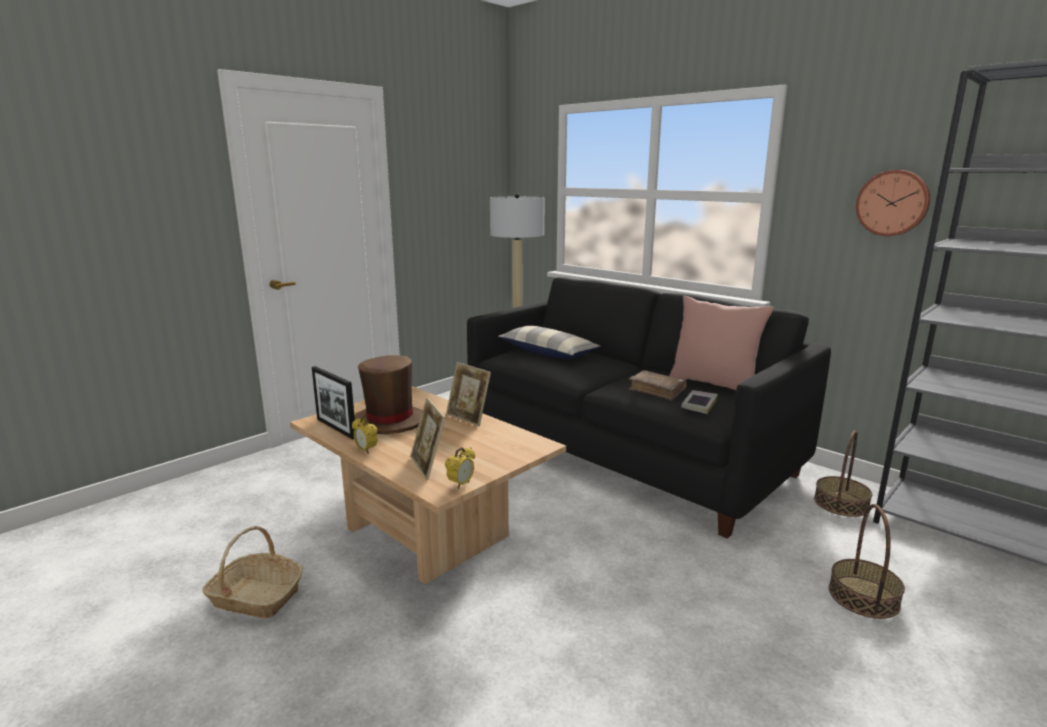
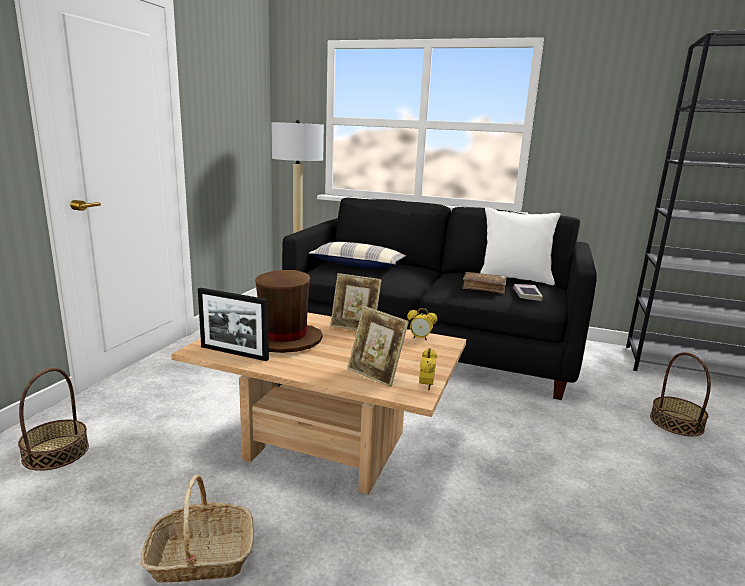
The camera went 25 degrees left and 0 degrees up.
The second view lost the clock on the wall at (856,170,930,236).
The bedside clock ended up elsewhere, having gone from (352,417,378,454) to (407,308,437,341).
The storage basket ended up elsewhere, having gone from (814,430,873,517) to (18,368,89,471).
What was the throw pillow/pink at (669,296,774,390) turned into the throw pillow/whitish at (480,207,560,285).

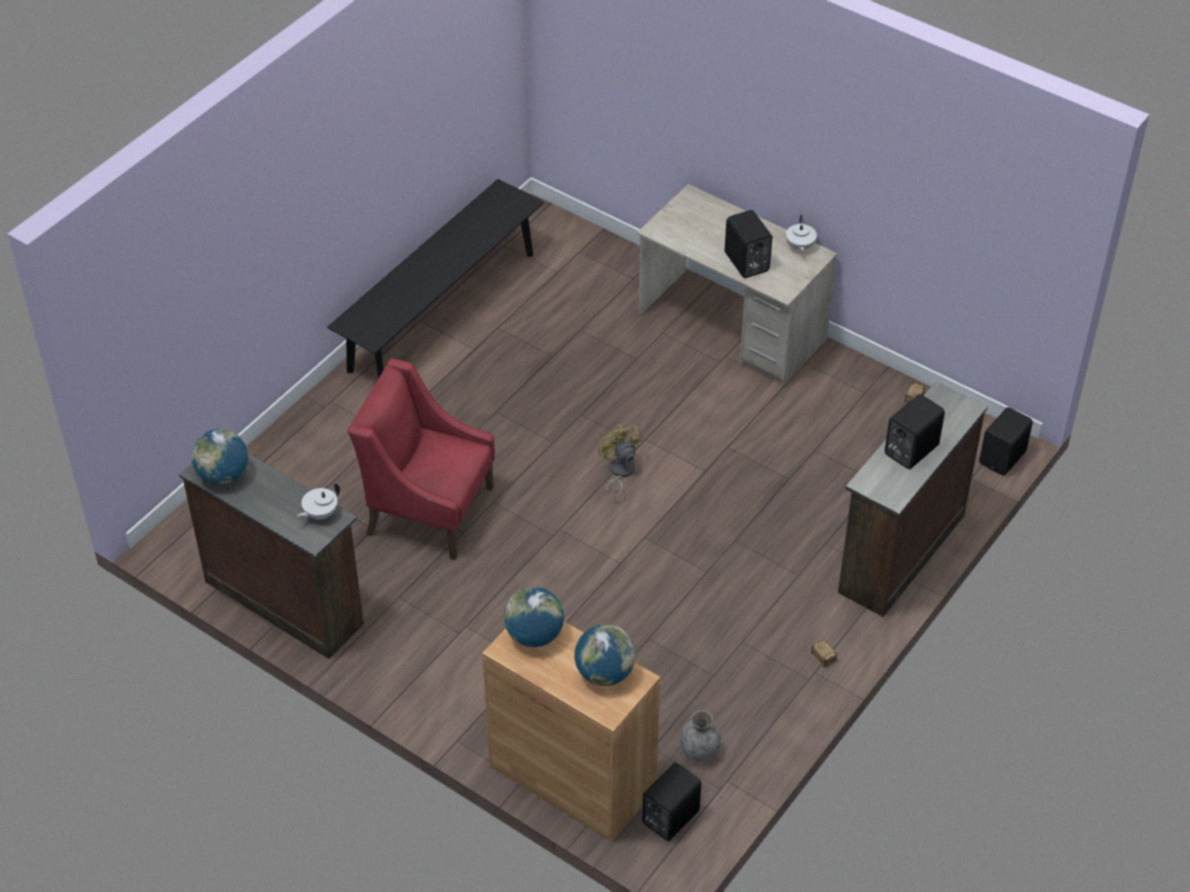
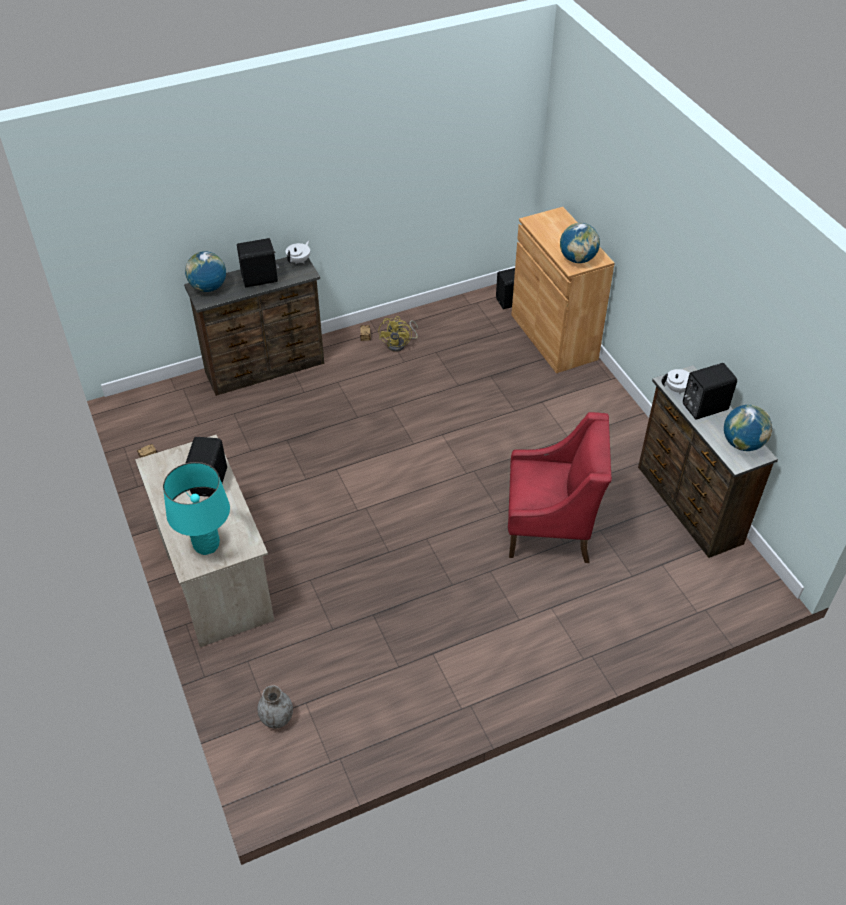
The camera went 150 degrees left and 0 degrees up.
The second view lost the long seat/black at (327,179,544,379).
The second view gained the lamp for a table/turquoise-coloured at (163,462,230,555).
The globe ended up elsewhere, having gone from (574,625,636,686) to (185,251,226,292).
The electric fan/yellow-coloured ended up elsewhere, having gone from (598,425,642,503) to (378,316,418,352).
The decorative vase/greyish ended up elsewhere, having gone from (680,711,721,762) to (257,685,293,728).
The pot for tea/whitish ended up elsewhere, having gone from (786,215,817,252) to (286,241,310,264).
The loudspeaker/black ended up elsewhere, having gone from (979,407,1033,476) to (683,363,737,419).
The armchair/reddish at (347,359,495,560) ended up facing another way, 45 degrees counterclockwise from before.

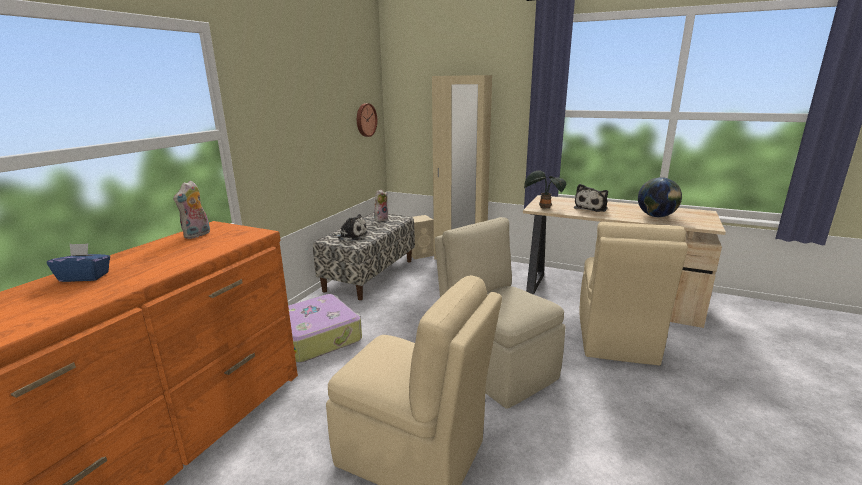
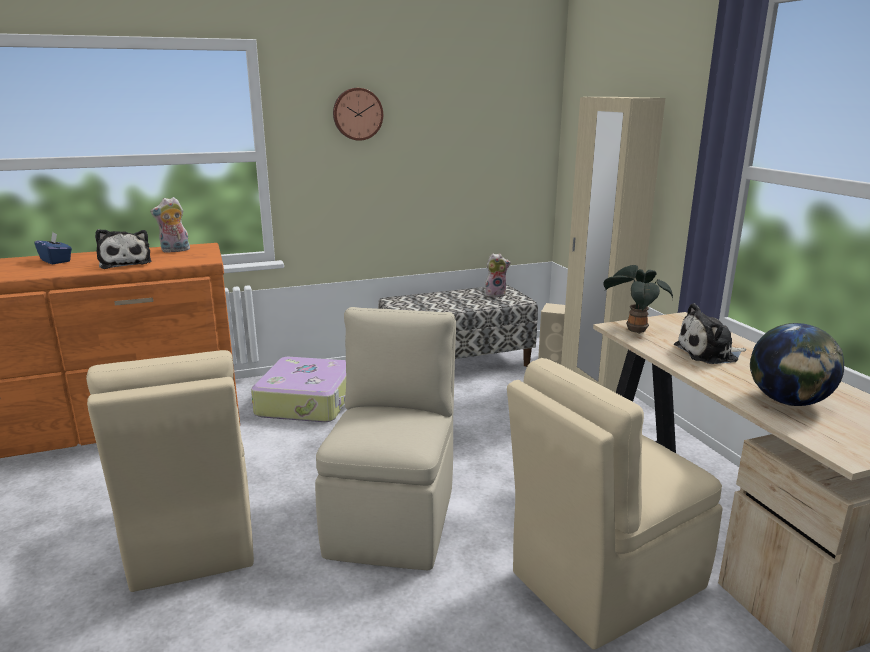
The camera went 45 degrees right and 0 degrees up.
The plush toy ended up elsewhere, having gone from (333,214,368,241) to (95,229,152,269).
The clock on the wall ended up elsewhere, having gone from (357,103,377,137) to (333,88,383,141).

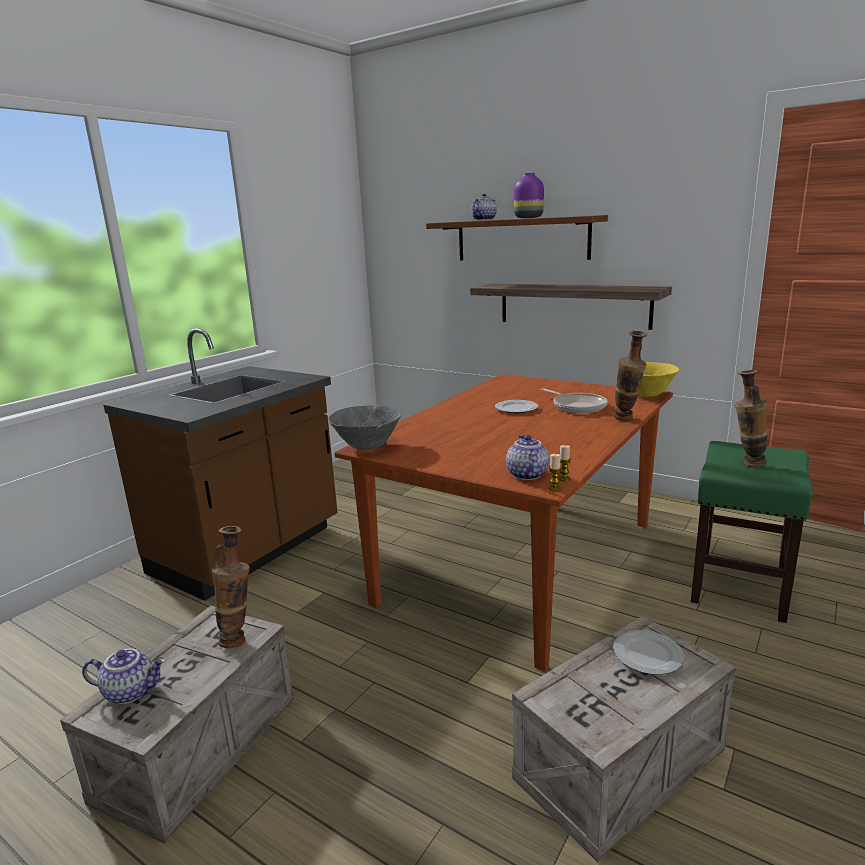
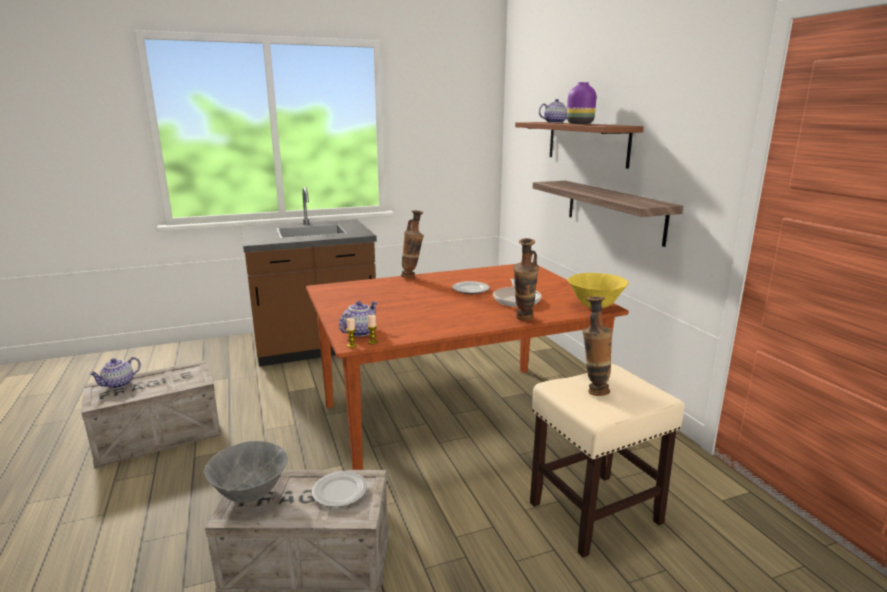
The camera went 35 degrees right and 0 degrees up.
The decorative vase ended up elsewhere, having gone from (212,526,250,648) to (401,210,424,279).
The deep dish/greyish ended up elsewhere, having gone from (328,405,402,450) to (204,441,288,503).
What was the stool/greenish at (691,441,813,623) turned into the stool/beige-coloured at (530,364,685,558).
The pot for tea at (82,649,166,704) ended up facing another way, 90 degrees clockwise from before.

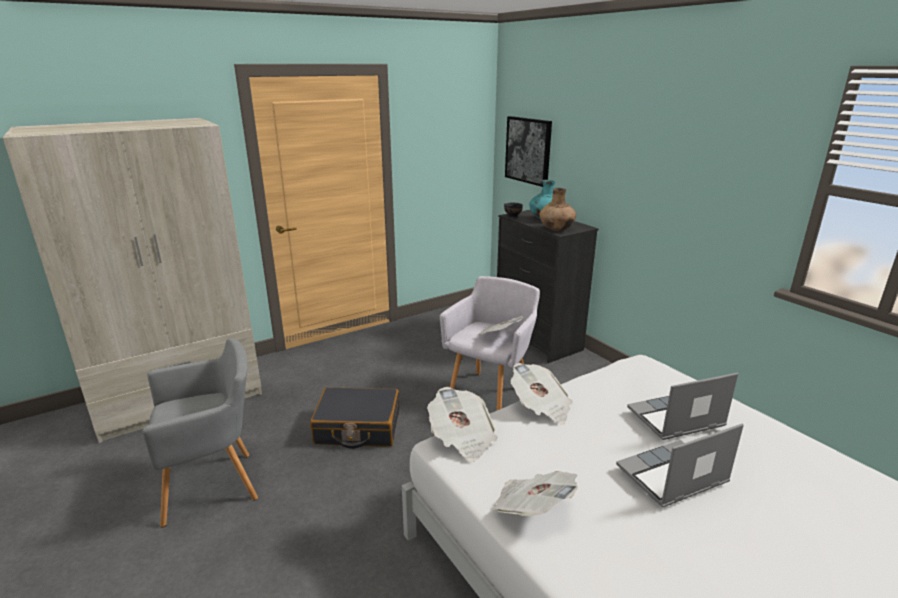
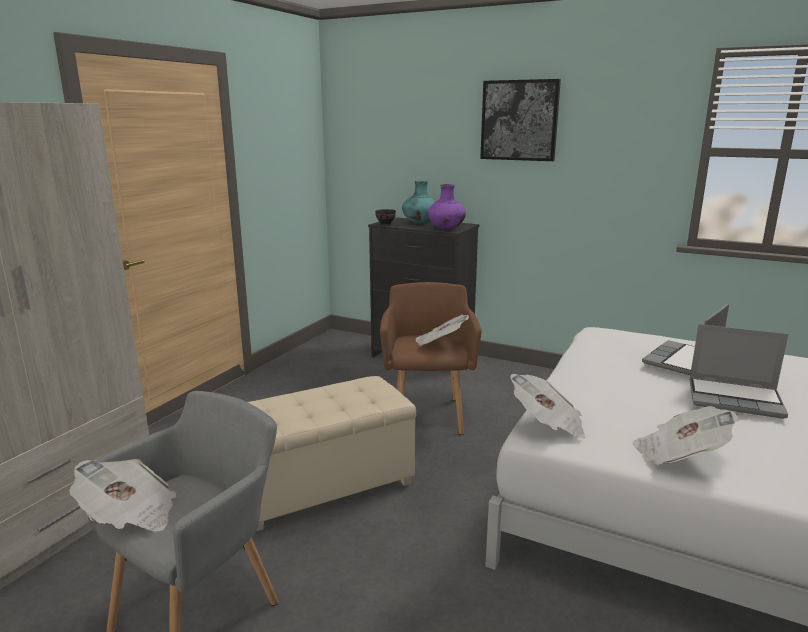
The camera went 30 degrees left and 5 degrees down.
The wall picture ended up elsewhere, having gone from (505,116,552,187) to (480,79,561,161).
The printed paper ended up elsewhere, having gone from (510,363,573,425) to (69,459,176,532).
Where the piece of luggage/black stood at (310,387,399,449), the ottoman/beige-coloured came to stand at (248,376,416,531).
What was the armchair/greyish at (440,276,540,410) turned into the armchair/brown at (380,282,482,435).
What was the decorative vase/brown at (539,188,576,231) turned into the decorative vase/purple at (428,184,466,230).
The notebook computer at (616,423,744,508) ended up facing another way, 105 degrees counterclockwise from before.

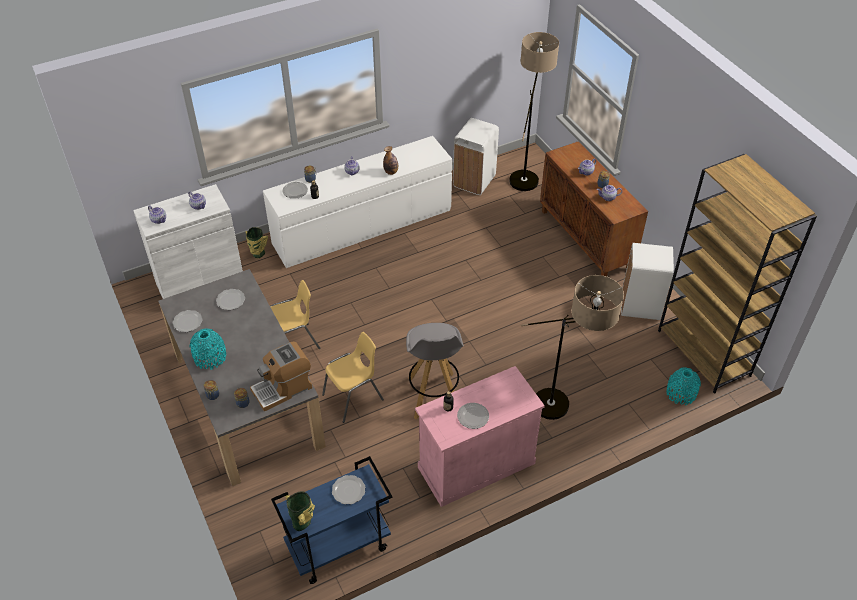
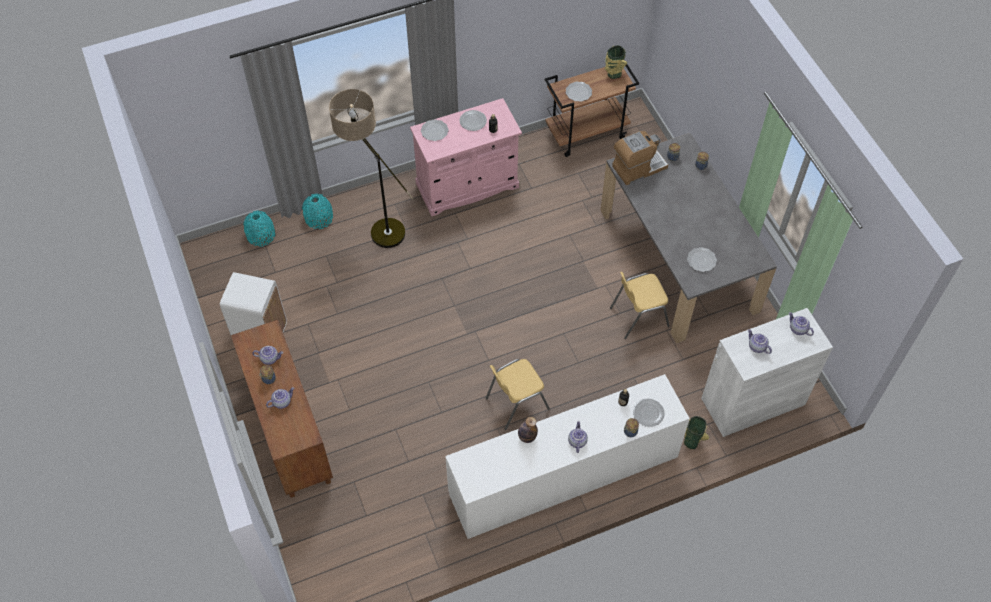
The camera went 175 degrees left and 10 degrees up.
The second view lost the stool/greyish at (406,323,464,420).
The second view lost the trash can/whitish at (453,118,499,195).
The second view lost the floor lamp at (509,32,559,191).
The second view lost the bookcase/brown at (658,154,817,394).
The flat dish ended up elsewhere, having gone from (173,310,203,332) to (421,119,449,141).
The decorative vase/turquoise-coloured ended up elsewhere, having gone from (189,329,226,370) to (302,194,333,229).
The plain chair/yellow-coloured ended up elsewhere, having gone from (322,332,384,423) to (486,359,550,430).
What was the wheeled cart/blue-coloured at (271,456,392,584) turned into the wheeled cart/brown at (545,64,639,157).

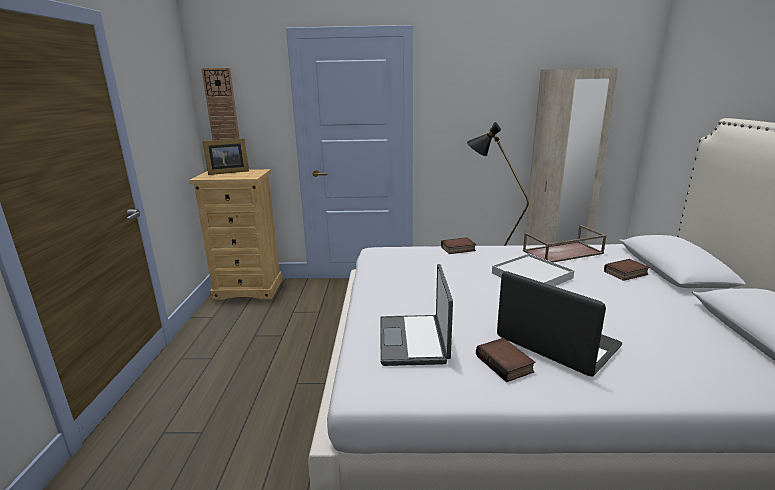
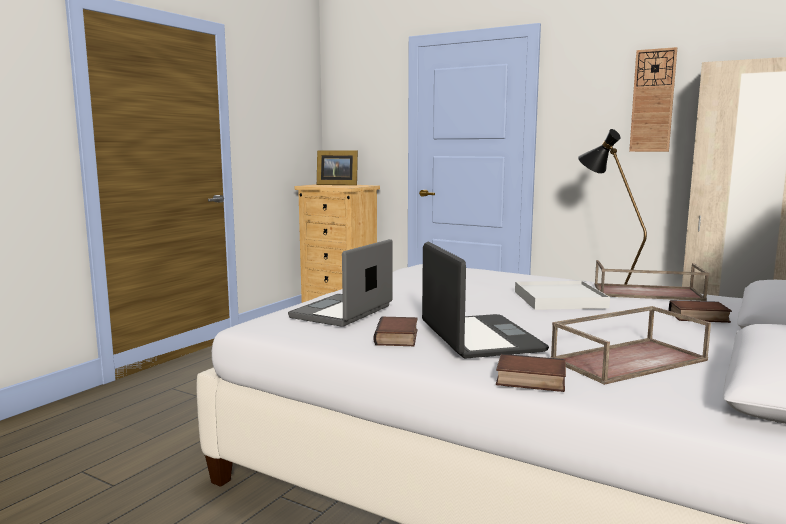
The camera went 30 degrees right and 10 degrees down.
The second view gained the serving tray/brown at (550,306,711,385).
The clock on the wall ended up elsewhere, having gone from (201,68,240,140) to (629,47,677,152).
The book ended up elsewhere, having gone from (441,237,476,254) to (496,354,566,392).

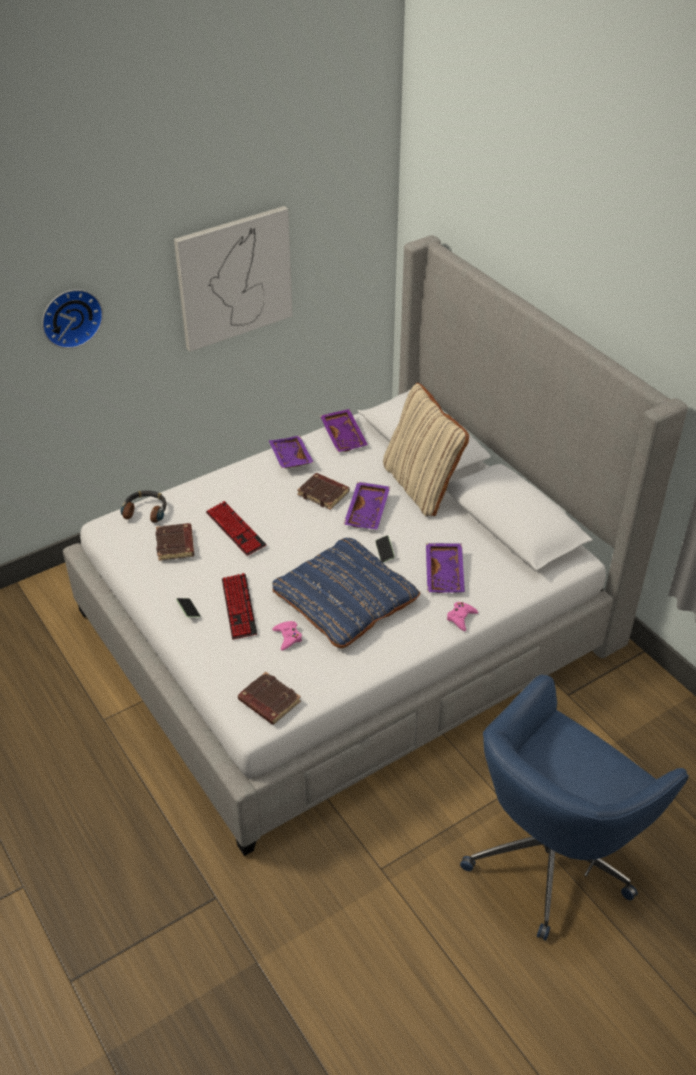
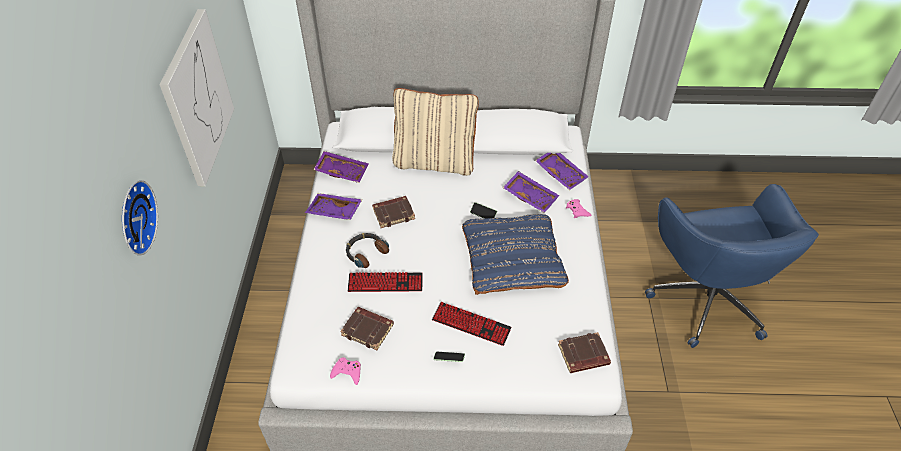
The camera went 55 degrees left and 5 degrees up.
The pair of headphones ended up elsewhere, having gone from (121,490,166,523) to (346,233,389,268).
The game controller/pink ended up elsewhere, having gone from (272,621,302,651) to (330,357,361,385).
The serving tray/purple ended up elsewhere, having gone from (344,482,390,529) to (535,153,589,190).

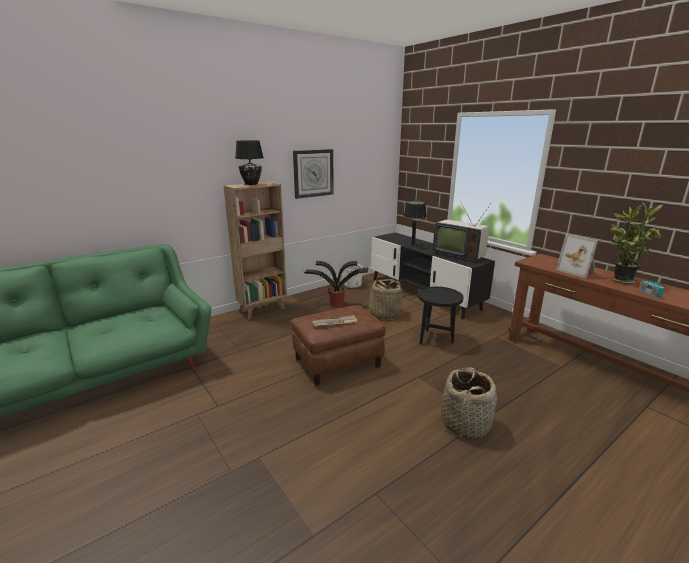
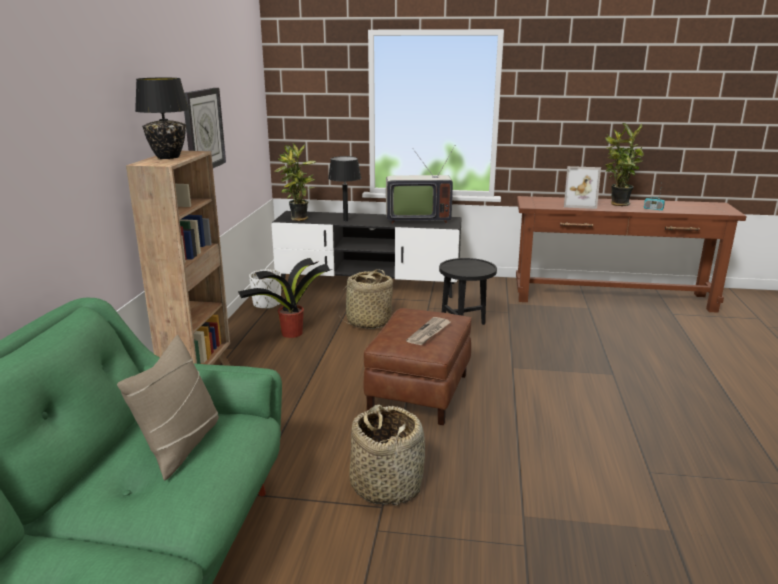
The camera went 45 degrees left and 0 degrees up.
The second view gained the throw pillow/beige-coloured at (117,335,219,480).
The second view gained the potted plant at (275,144,316,221).
The storage basket ended up elsewhere, having gone from (441,367,497,440) to (349,405,425,506).

